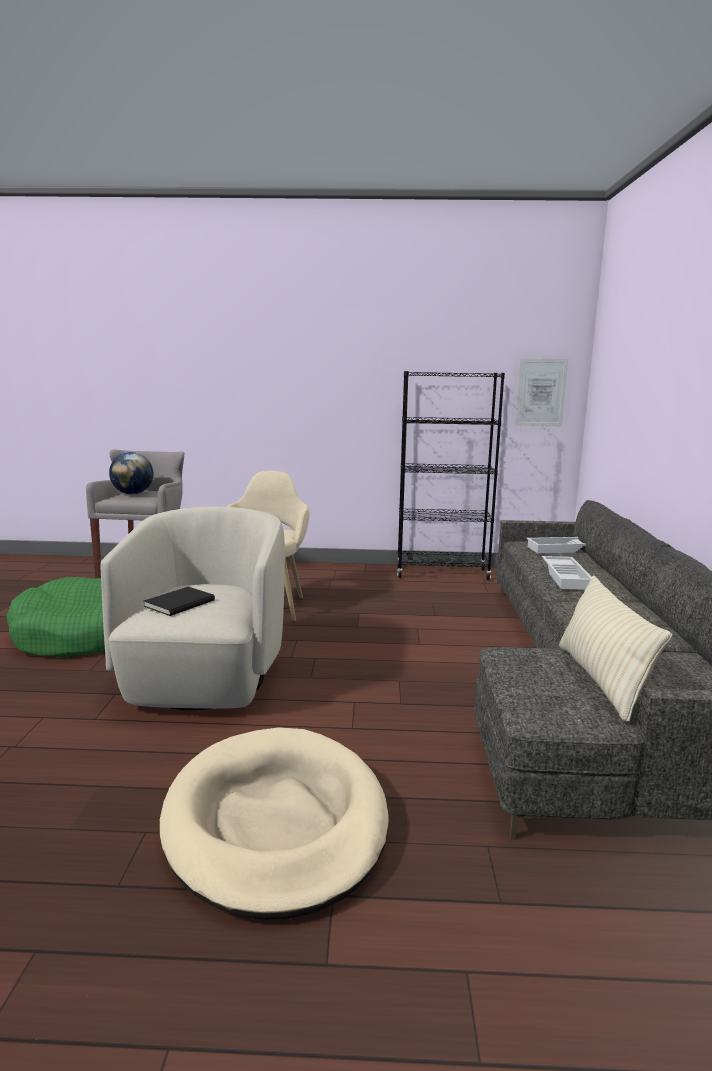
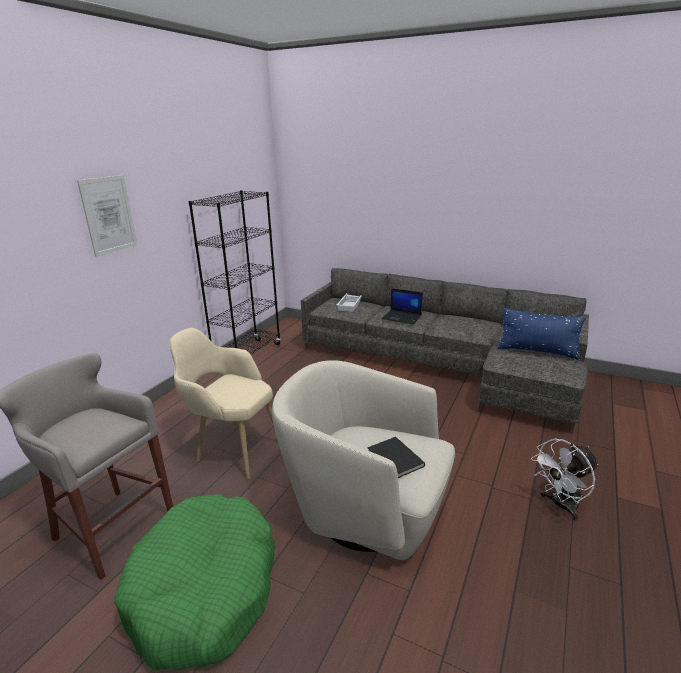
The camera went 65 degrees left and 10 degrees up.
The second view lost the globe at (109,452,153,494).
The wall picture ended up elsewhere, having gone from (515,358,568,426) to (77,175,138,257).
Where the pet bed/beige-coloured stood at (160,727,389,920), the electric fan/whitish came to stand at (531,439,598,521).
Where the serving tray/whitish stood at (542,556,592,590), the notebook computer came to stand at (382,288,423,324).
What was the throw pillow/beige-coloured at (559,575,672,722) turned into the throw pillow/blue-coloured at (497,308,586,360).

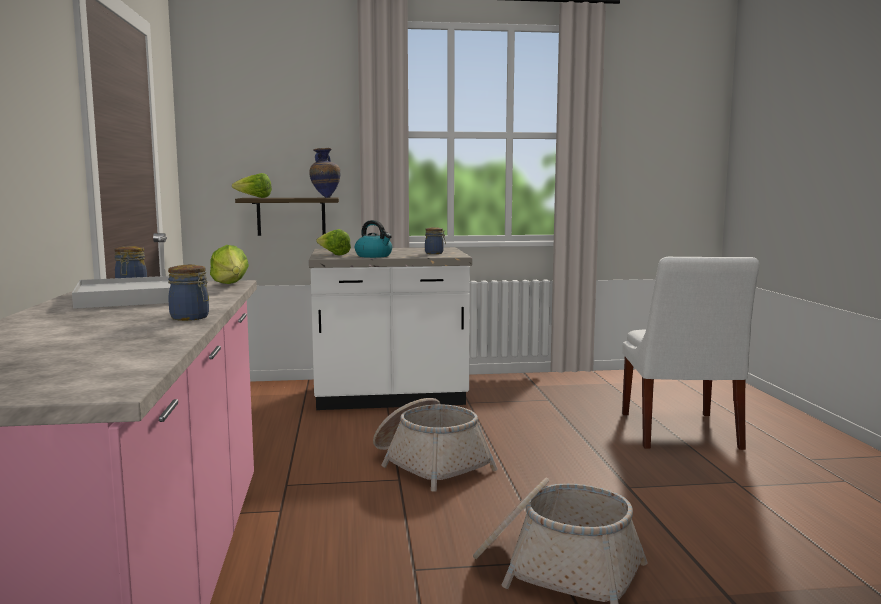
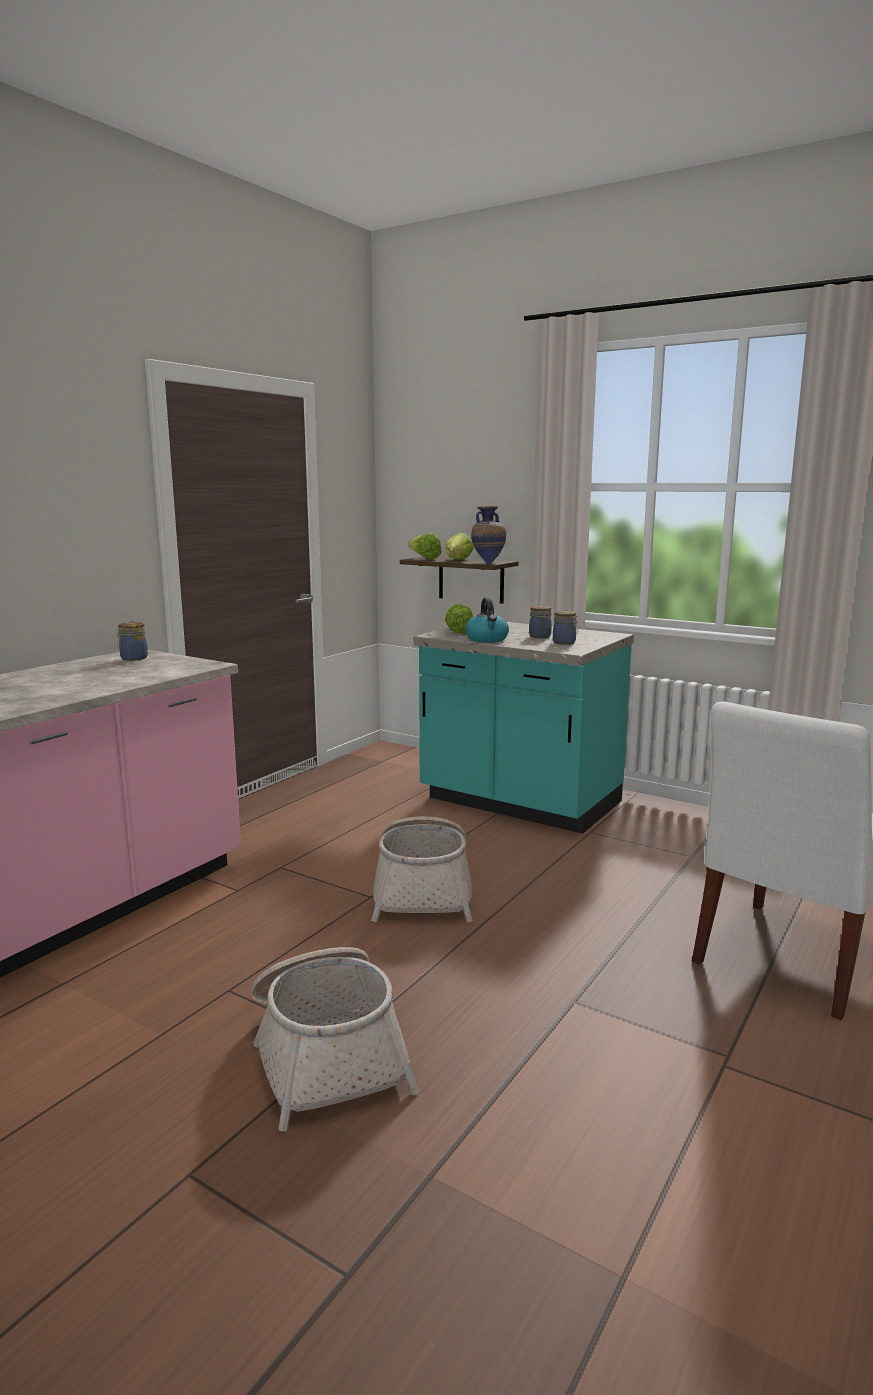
The camera went 40 degrees right and 5 degrees up.
The second view lost the serving tray/whitish at (72,276,171,309).
The preserve jar ended up elsewhere, having gone from (168,265,209,321) to (529,605,552,638).
The head of lettuce ended up elsewhere, having gone from (210,245,249,284) to (445,533,474,560).
What was the counter/whitish at (309,247,472,410) turned into the counter/turquoise-coloured at (413,622,634,834).

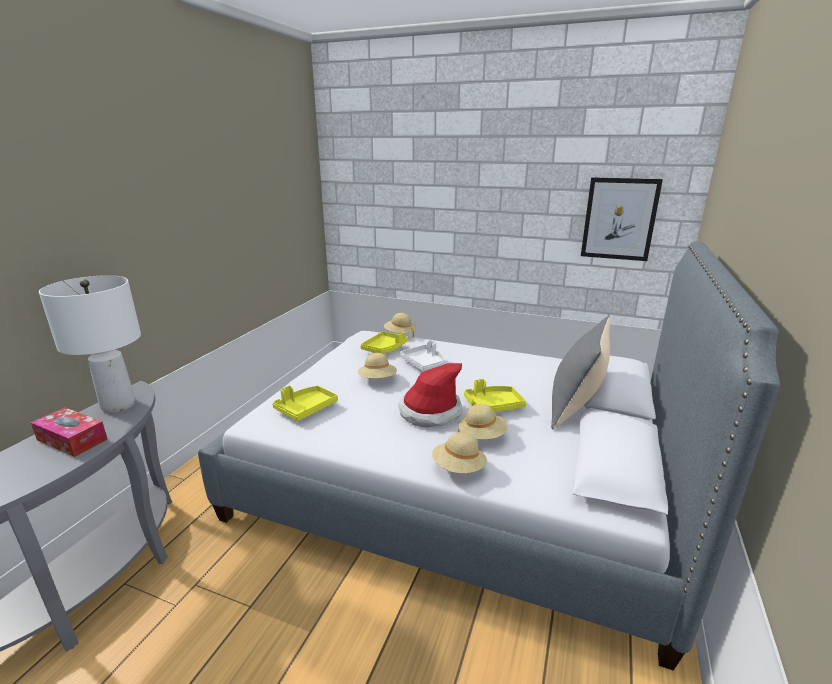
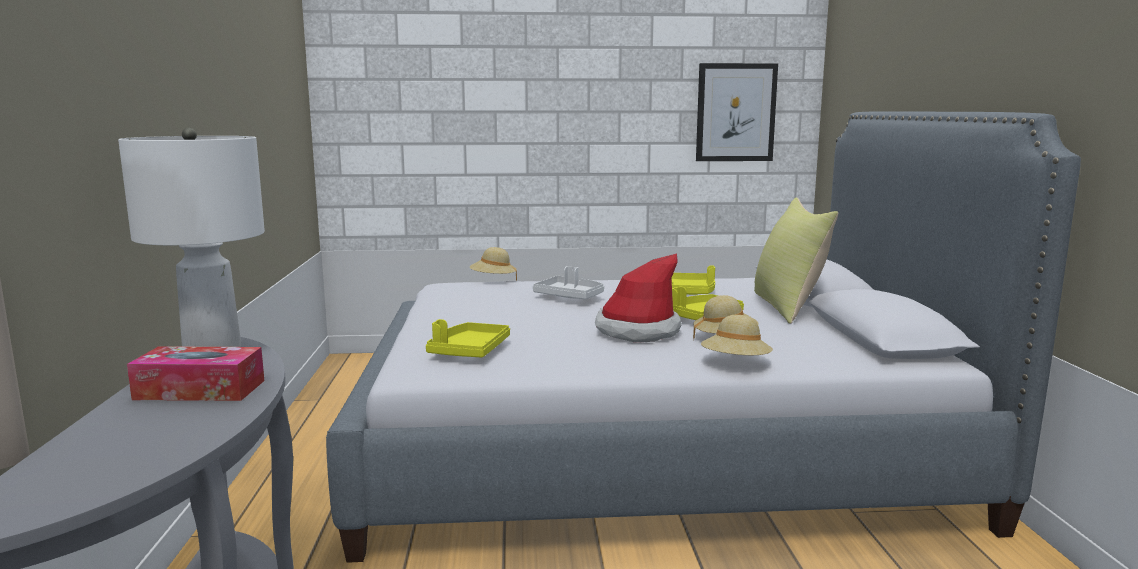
The camera went 25 degrees left and 10 degrees down.
The second view lost the hat/beige-coloured at (358,353,397,378).
The serving tray/yellow-coloured ended up elsewhere, having gone from (360,331,408,354) to (672,265,715,295).
What was the throw pillow/greyish at (551,317,610,430) turned into the throw pillow/yellow-coloured at (754,197,838,324).

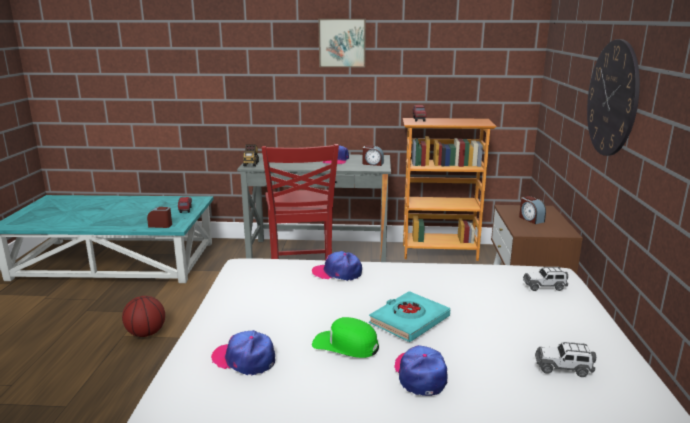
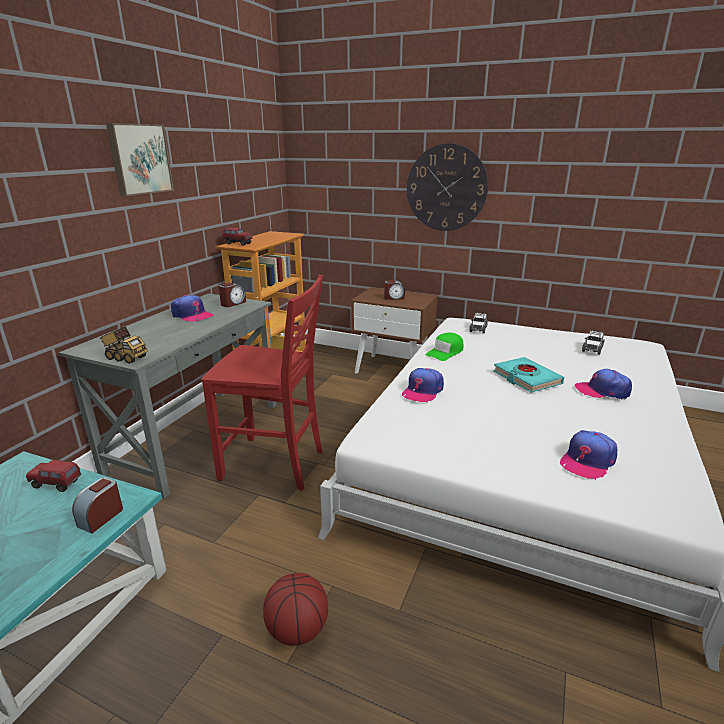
The camera went 70 degrees left and 5 degrees up.
The cap/greenish ended up elsewhere, having gone from (312,317,379,358) to (426,333,463,361).

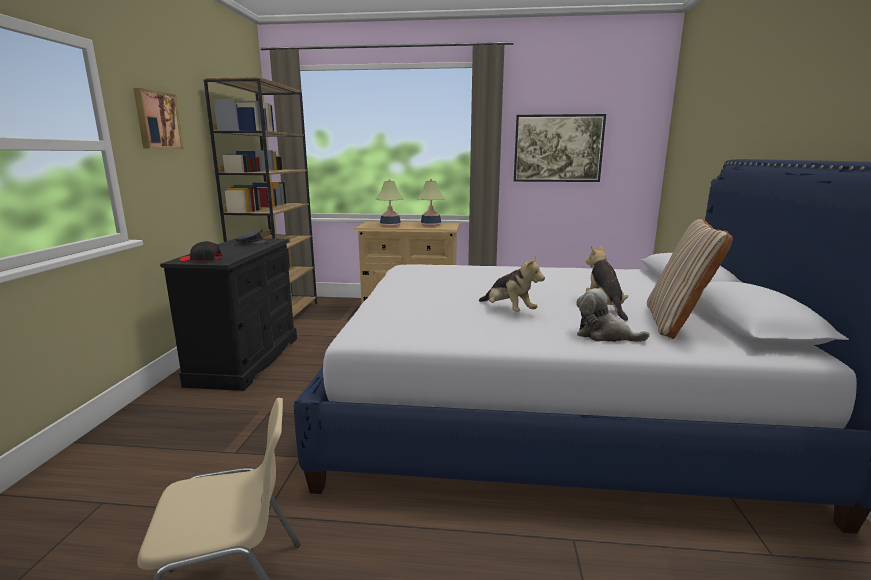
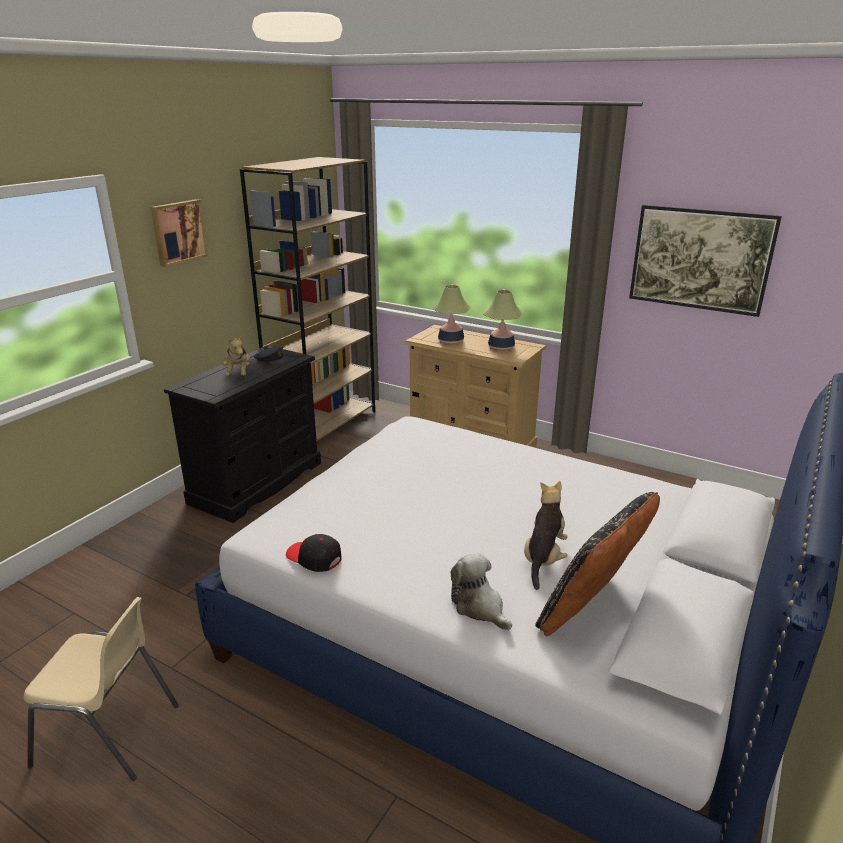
The camera went 25 degrees right and 10 degrees up.
The cap/black ended up elsewhere, having gone from (180,241,222,261) to (286,534,342,572).
The plush toy ended up elsewhere, having gone from (479,255,545,312) to (223,334,250,376).
What was the throw pillow/beige-coloured at (647,218,733,339) turned into the throw pillow/black at (535,492,660,636).

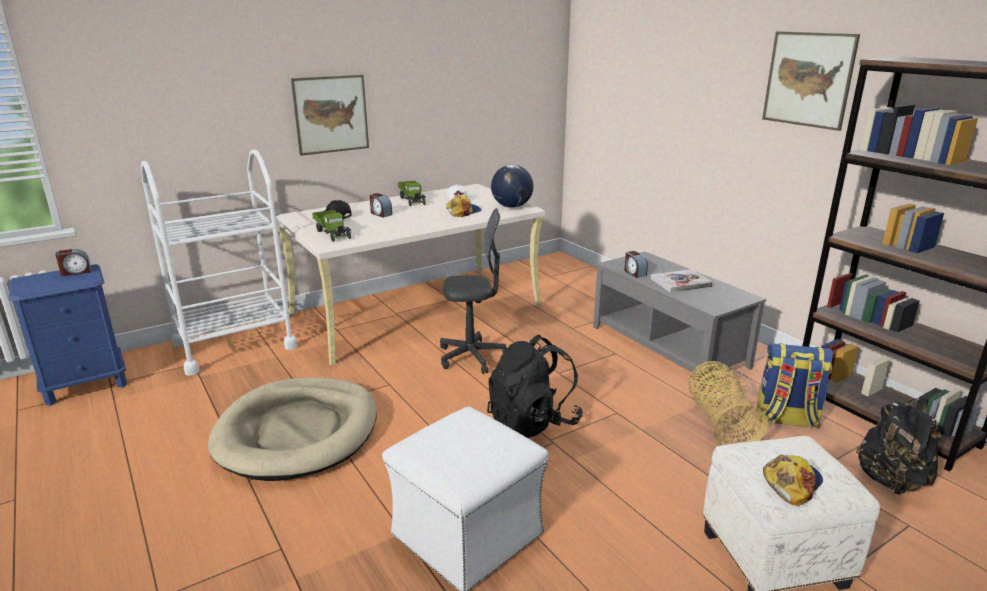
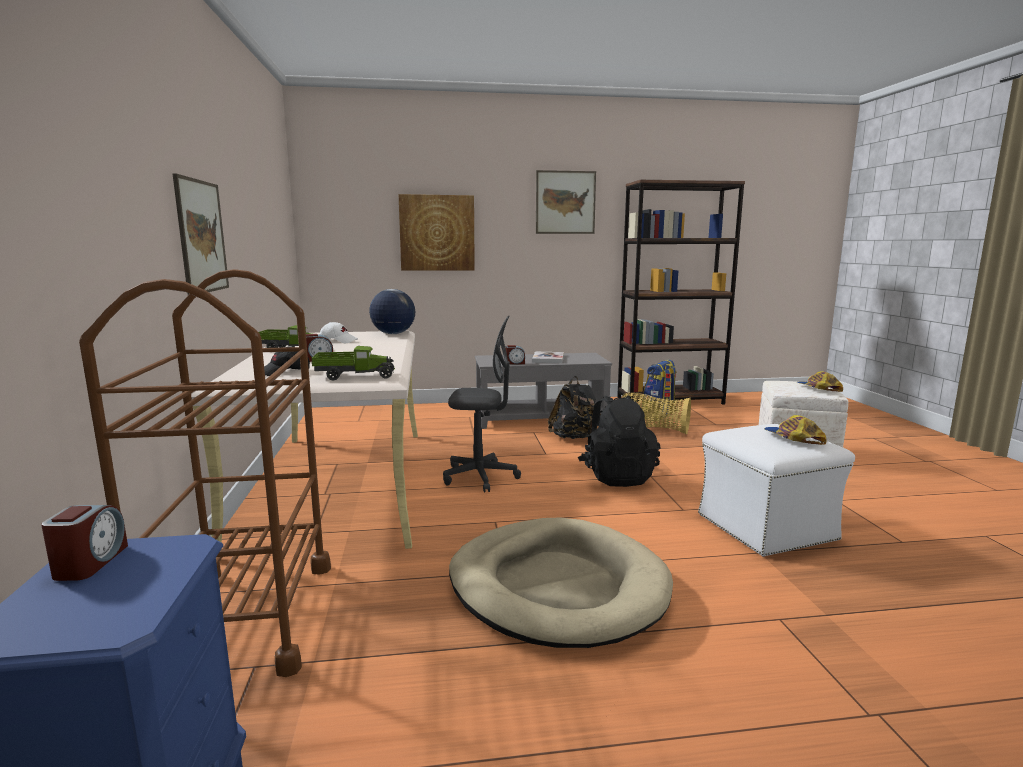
The camera went 65 degrees left and 10 degrees down.
The second view gained the wall picture at (399,194,475,271).
The cap ended up elsewhere, having gone from (446,196,481,217) to (764,415,827,445).
The rucksack/black ended up elsewhere, having gone from (856,398,940,495) to (548,376,601,439).
What was the wheeled cart/whitish at (141,149,297,376) turned into the wheeled cart/brown at (79,269,331,677).
The desk chair/greyish at (440,208,507,374) ended up facing another way, 75 degrees clockwise from before.

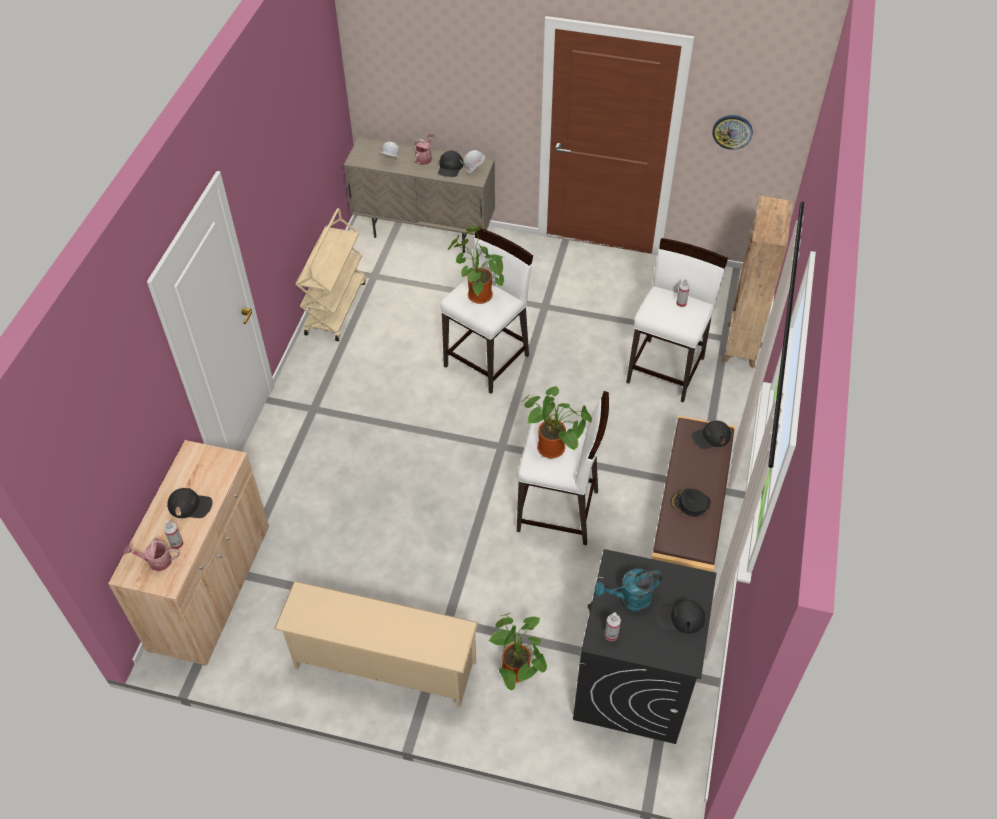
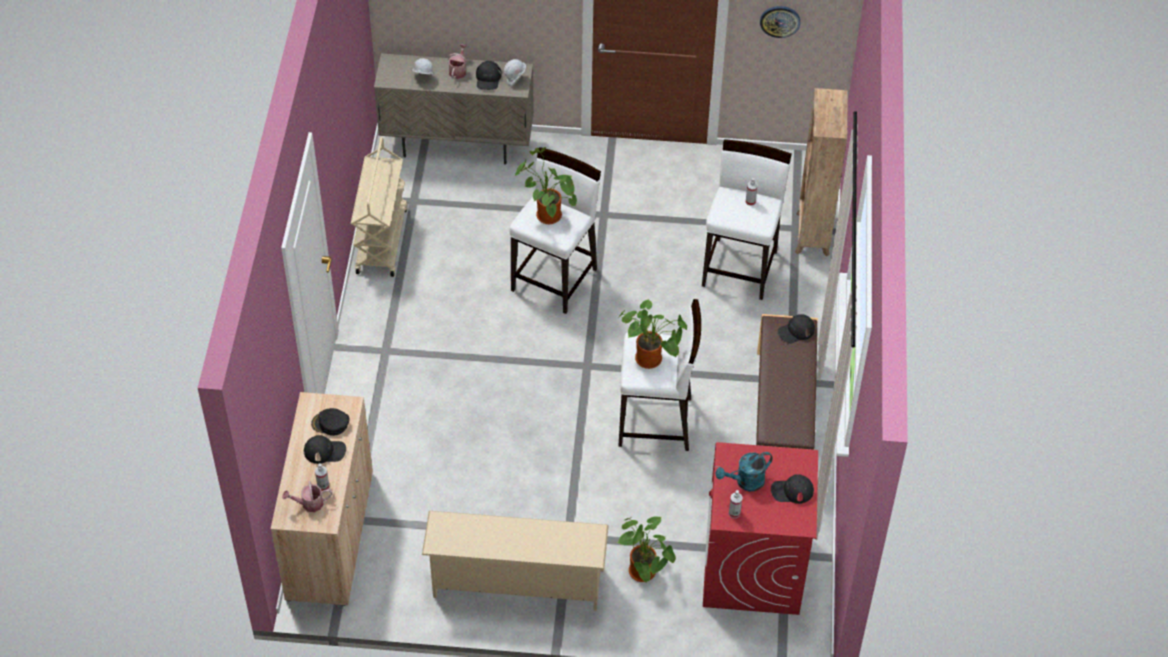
The camera went 10 degrees left and 0 degrees up.
The cap/black ended up elsewhere, having gone from (670,489,710,517) to (311,408,350,436).
What was the laundry machine/black at (573,549,716,744) turned into the laundry machine/reddish at (703,442,818,615).

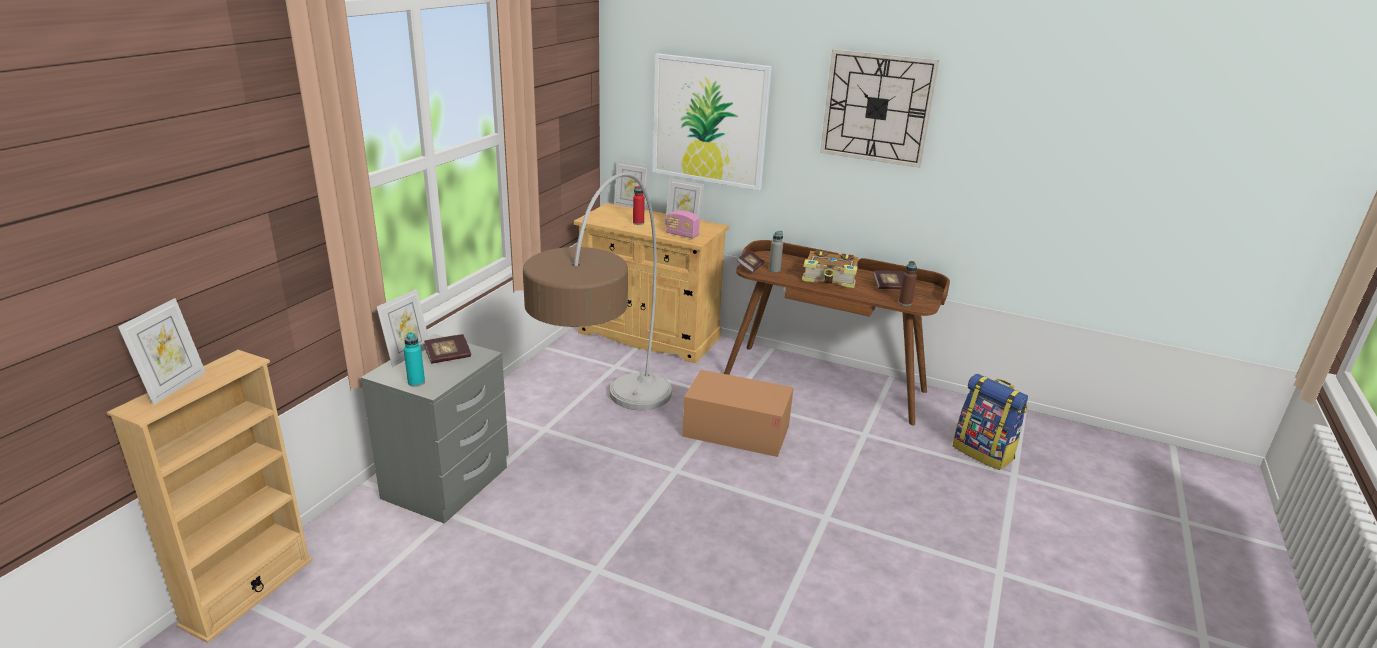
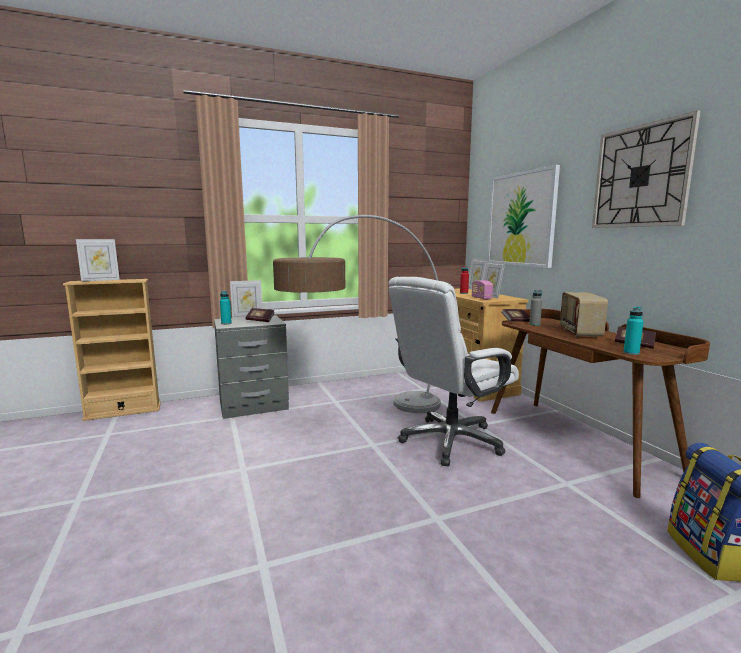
The camera went 45 degrees right and 15 degrees down.
Where the cardboard box stood at (682,370,794,457), the desk chair/whitish came to stand at (389,277,519,466).
Where the book stood at (802,250,858,288), the radio receiver came to stand at (560,292,608,338).
What was the bottle/brown at (899,261,917,306) turned into the bottle/turquoise-coloured at (623,307,643,355).

